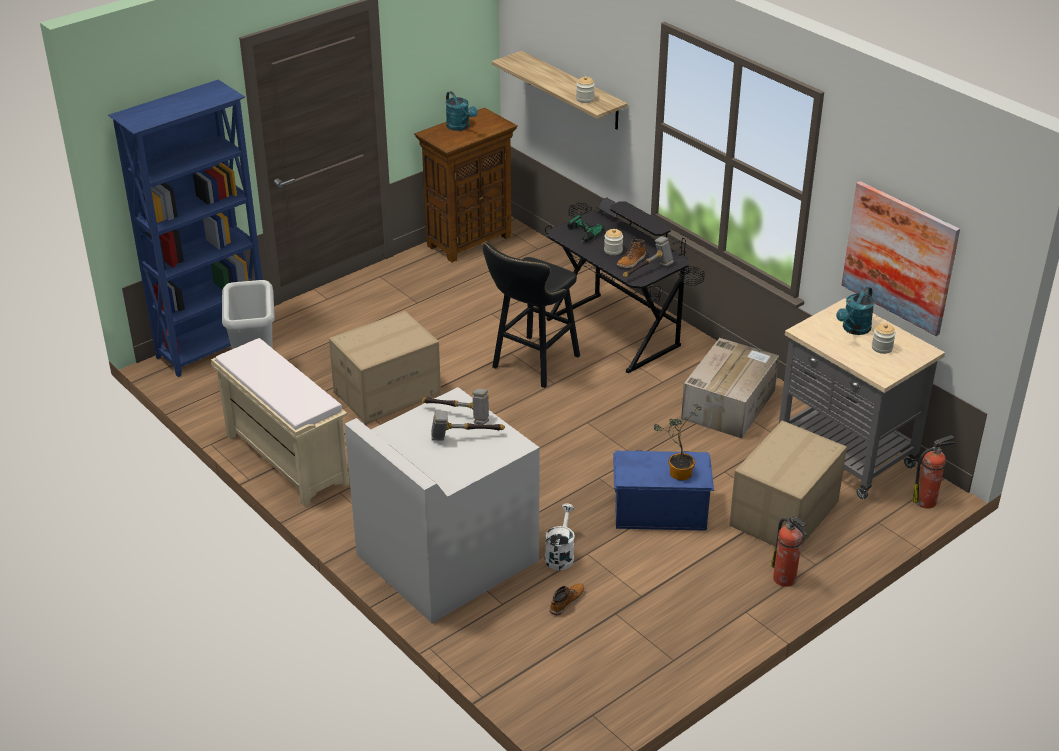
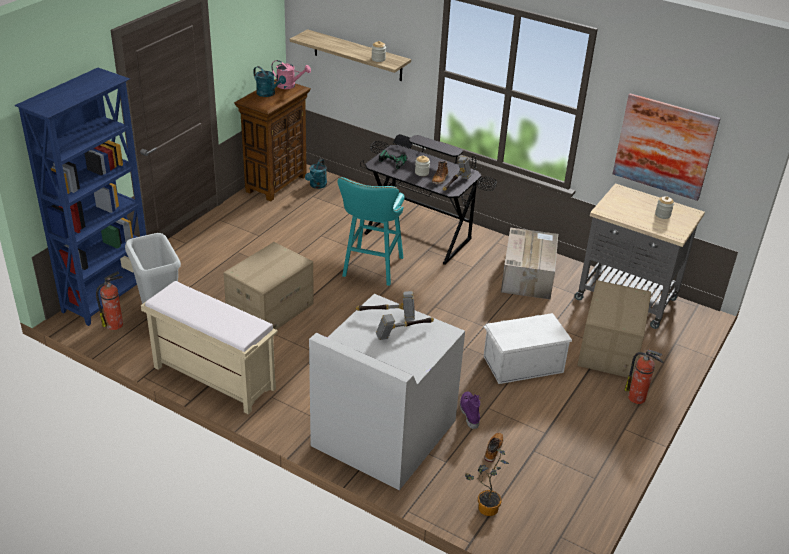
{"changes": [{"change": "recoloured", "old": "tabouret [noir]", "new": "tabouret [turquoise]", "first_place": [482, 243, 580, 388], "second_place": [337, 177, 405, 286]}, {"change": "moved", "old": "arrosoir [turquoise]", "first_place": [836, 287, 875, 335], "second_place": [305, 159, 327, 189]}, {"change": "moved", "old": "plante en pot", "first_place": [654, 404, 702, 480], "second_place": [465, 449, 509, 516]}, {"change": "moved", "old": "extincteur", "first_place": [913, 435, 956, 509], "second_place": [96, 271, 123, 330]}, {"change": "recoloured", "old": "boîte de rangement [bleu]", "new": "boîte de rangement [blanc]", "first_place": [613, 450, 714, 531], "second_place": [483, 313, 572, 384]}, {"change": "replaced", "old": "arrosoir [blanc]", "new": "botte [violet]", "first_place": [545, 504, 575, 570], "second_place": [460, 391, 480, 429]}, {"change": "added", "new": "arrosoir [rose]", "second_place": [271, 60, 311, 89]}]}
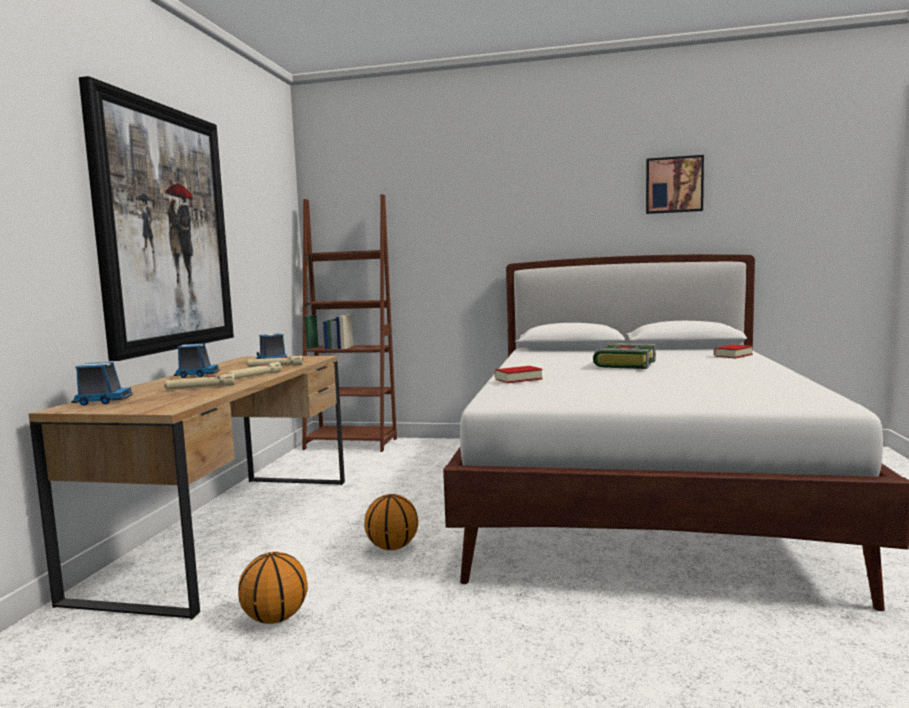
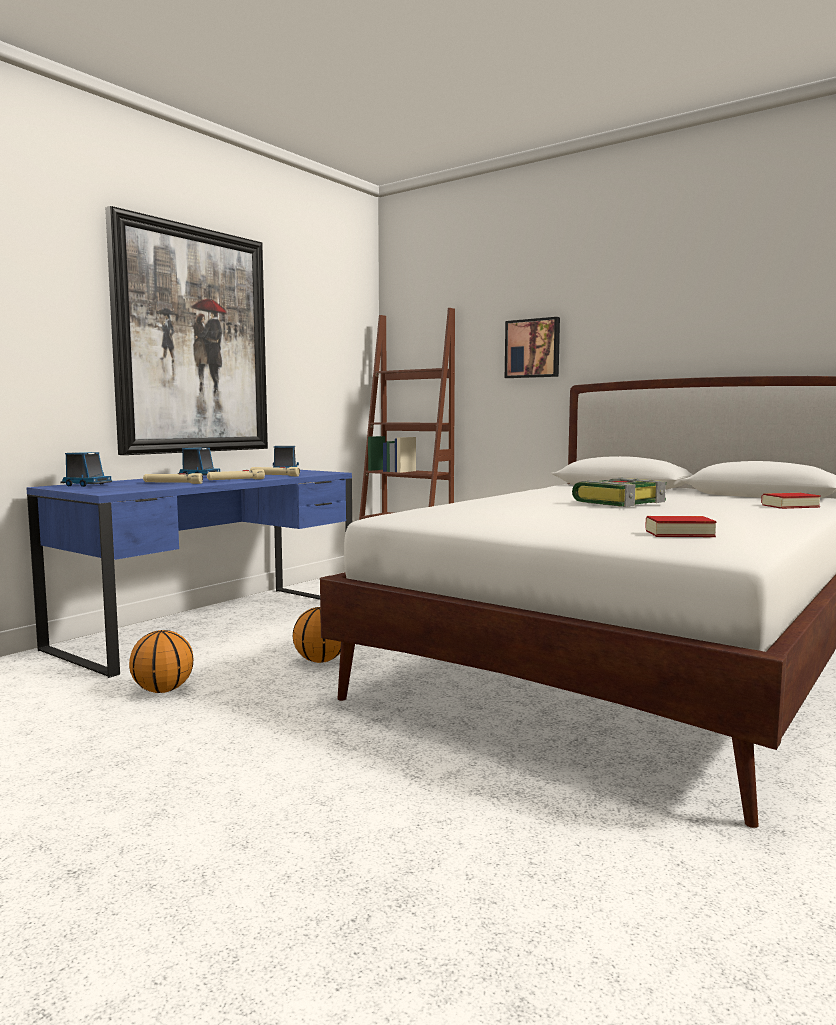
{"changes": [{"change": "moved", "old": "tableau", "first_place": [646, 155, 704, 214], "second_place": [505, 317, 560, 378]}, {"change": "recoloured", "old": "bureau [marron]", "new": "bureau [bleu]", "first_place": [28, 356, 345, 620], "second_place": [26, 470, 352, 678]}, {"change": "moved", "old": "livre", "first_place": [495, 366, 543, 383], "second_place": [645, 516, 717, 537]}]}
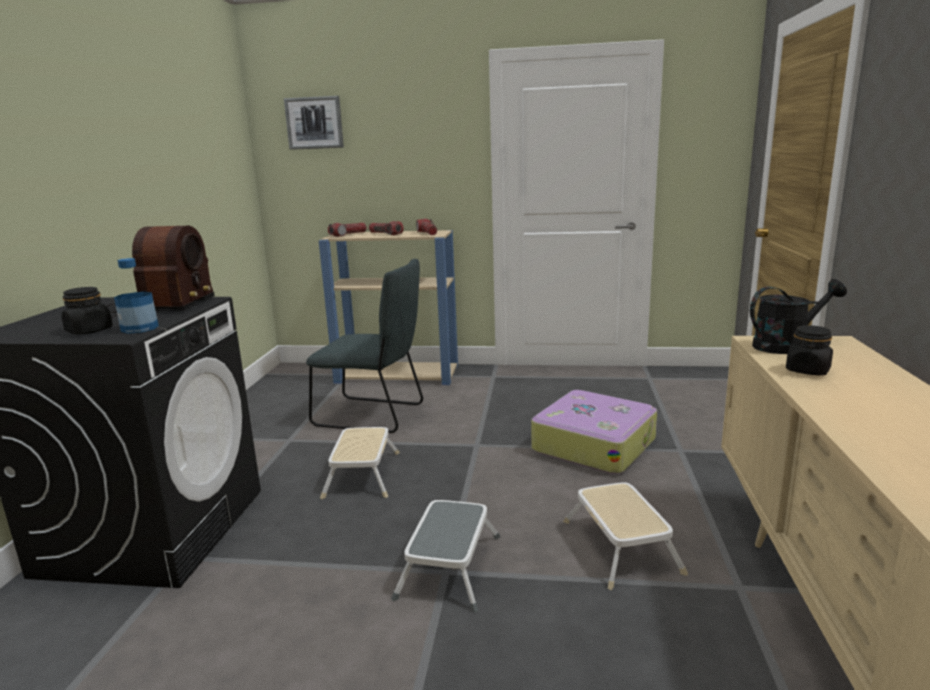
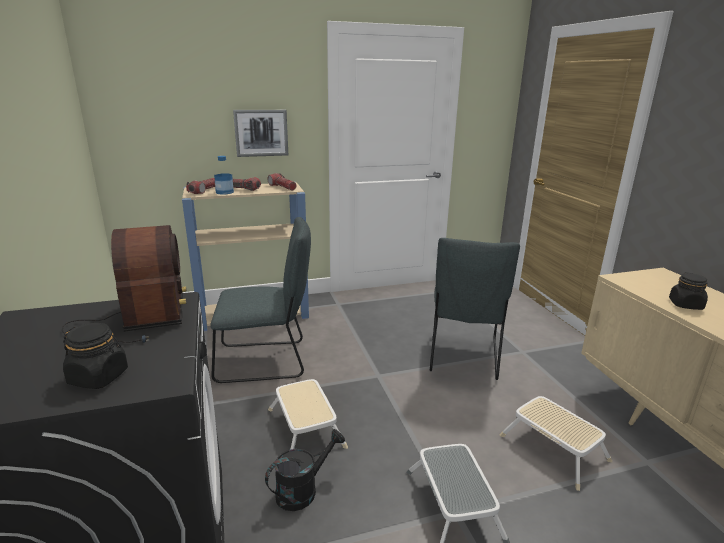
{"changes": [{"change": "moved", "old": "tableau", "first_place": [284, 96, 344, 150], "second_place": [233, 110, 288, 157]}, {"change": "moved", "old": "bouteille", "first_place": [114, 258, 159, 334], "second_place": [214, 156, 234, 195]}, {"change": "moved", "old": "arrosoir [noir]", "first_place": [750, 279, 847, 354], "second_place": [265, 429, 345, 511]}, {"change": "replaced", "old": "valise", "new": "chaise [gris]", "first_place": [531, 390, 657, 474], "second_place": [430, 238, 520, 380]}]}
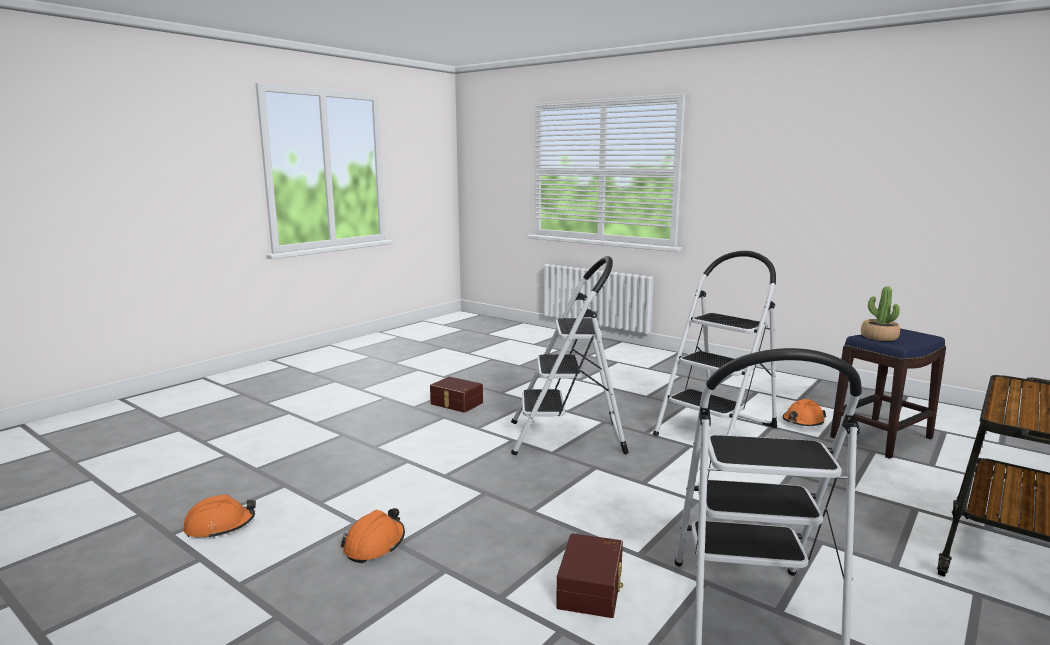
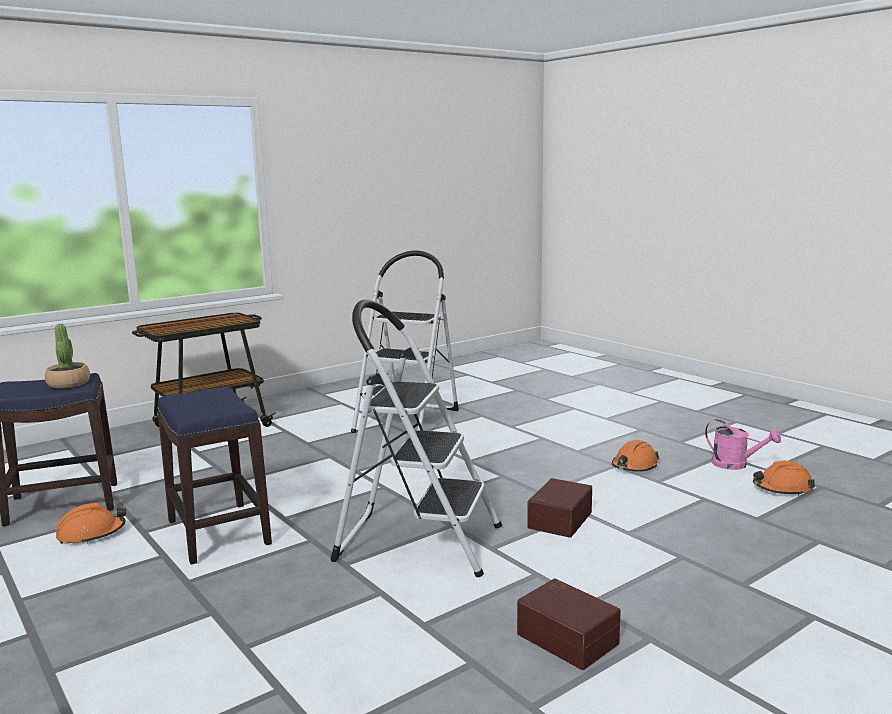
{"changes": [{"change": "replaced", "old": "escabeau", "new": "tabouret", "first_place": [653, 251, 777, 436], "second_place": [157, 387, 272, 565]}, {"change": "moved", "old": "boîte de rangement [marron]", "first_place": [556, 533, 623, 618], "second_place": [527, 478, 592, 538]}, {"change": "added", "new": "arrosoir [rose]", "second_place": [705, 419, 781, 470]}]}
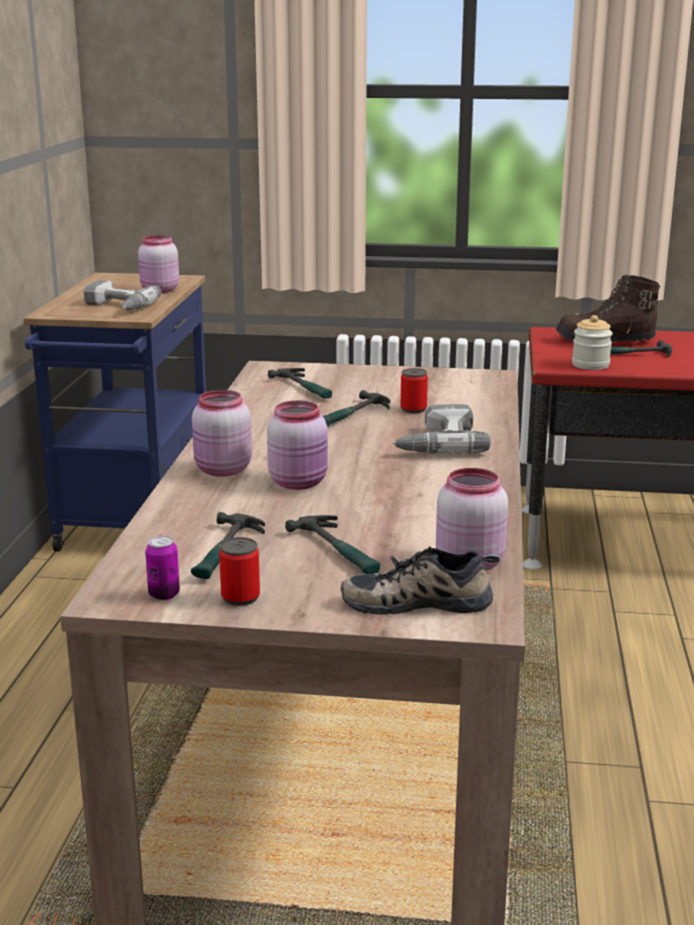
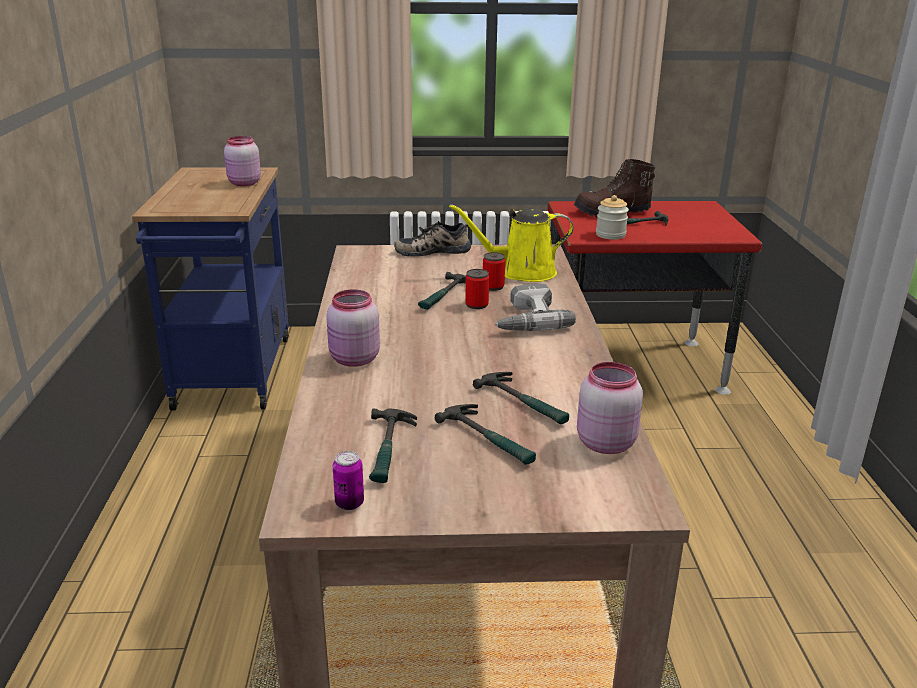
{"changes": [{"change": "removed", "old": "perceuse", "first_place": [83, 280, 161, 310]}, {"change": "moved", "old": "marteau", "first_place": [268, 368, 332, 398], "second_place": [473, 372, 569, 424]}, {"change": "removed", "old": "bocal [rose]", "first_place": [267, 400, 328, 490]}, {"change": "moved", "old": "boîte métallique", "first_place": [219, 537, 260, 606], "second_place": [465, 269, 489, 309]}, {"change": "moved", "old": "chaussure", "first_place": [340, 546, 500, 615], "second_place": [394, 221, 471, 256]}, {"change": "added", "new": "arrosoir [jaune]", "second_place": [449, 204, 574, 282]}]}
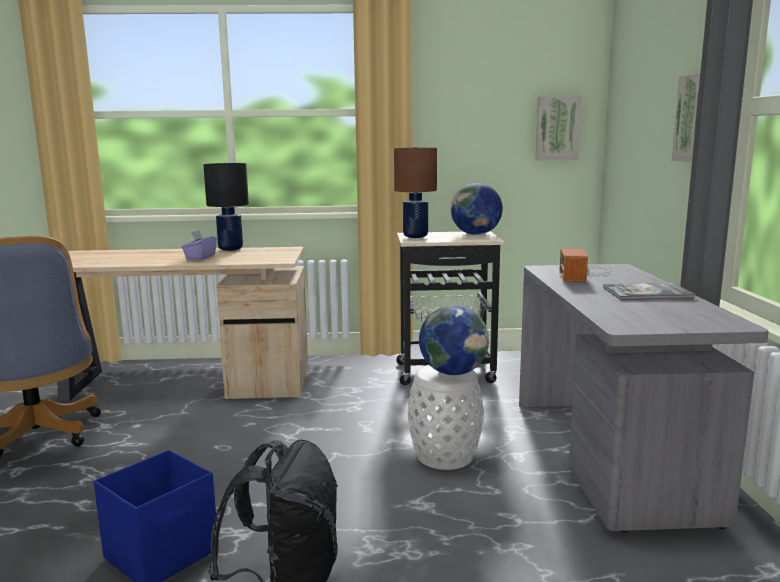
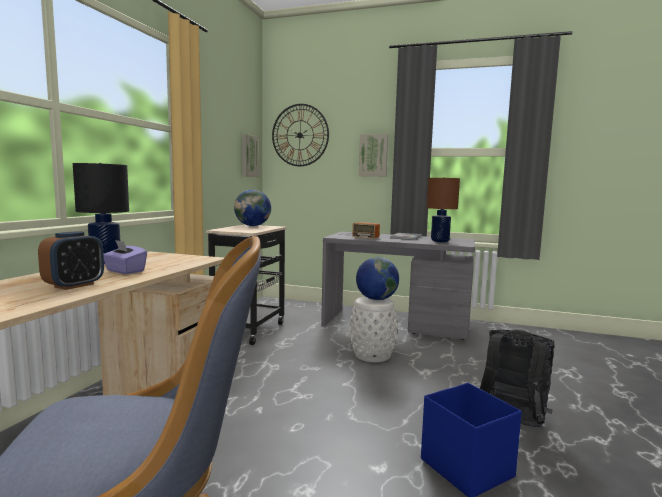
{"changes": [{"change": "moved", "old": "lampe de table [marron]", "first_place": [394, 147, 437, 238], "second_place": [426, 177, 460, 243]}, {"change": "added", "new": "horloge murale", "second_place": [272, 104, 329, 166]}, {"change": "added", "new": "réveil", "second_place": [38, 231, 104, 290]}]}
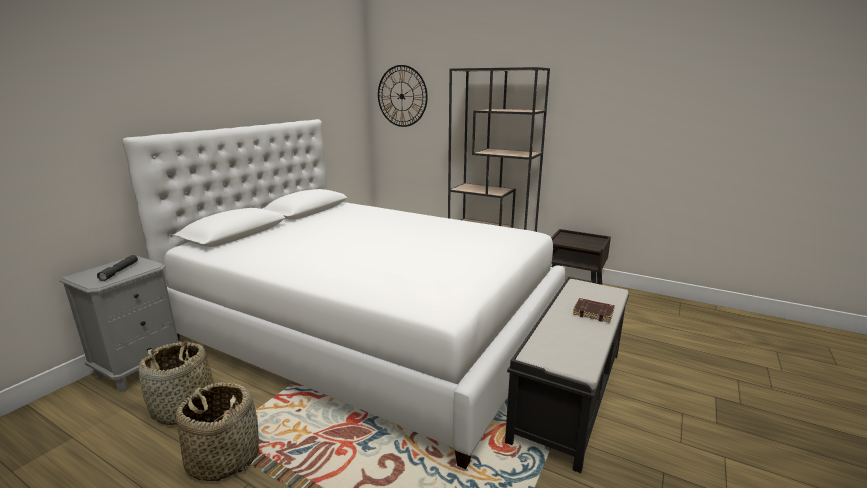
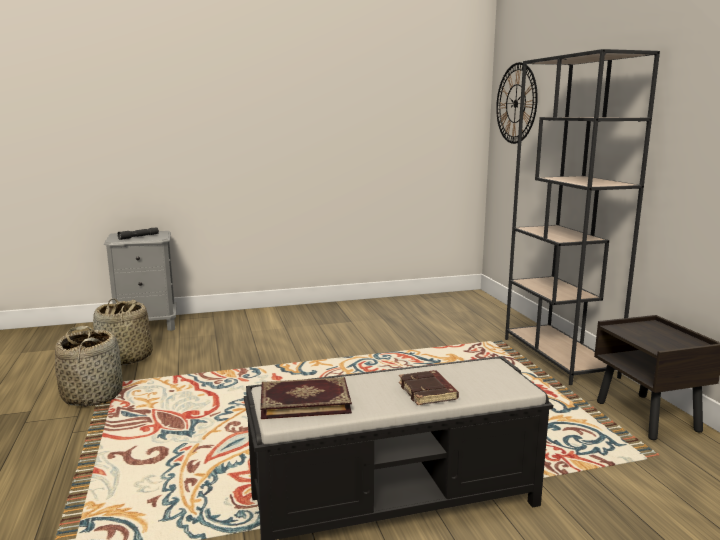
{"changes": [{"change": "removed", "old": "lit [blanc]", "first_place": [122, 119, 565, 469]}, {"change": "added", "new": "livre", "second_place": [260, 377, 352, 419]}]}
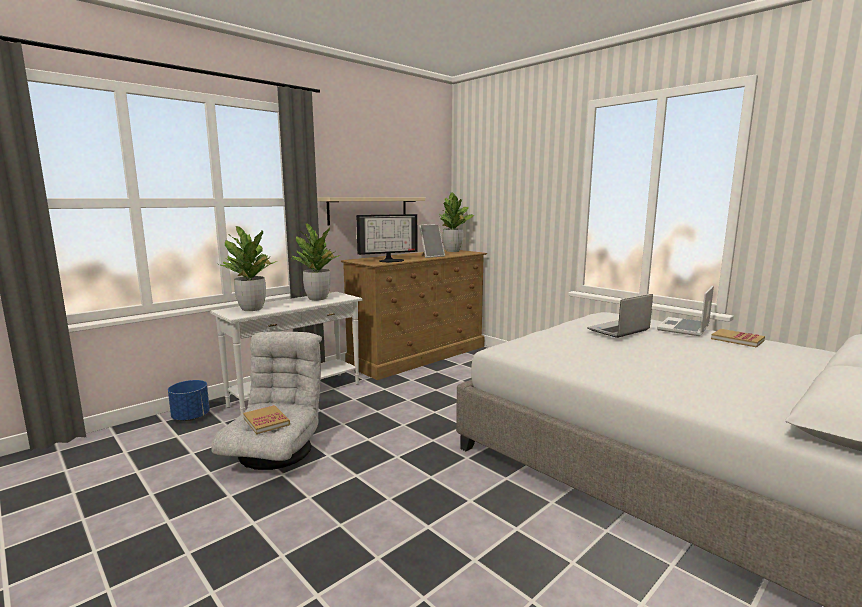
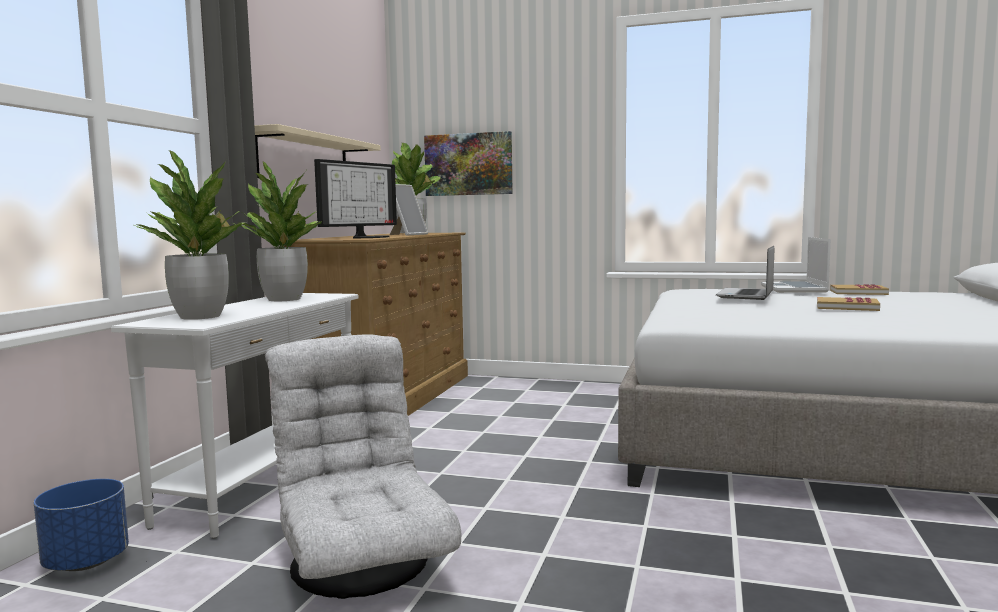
{"changes": [{"change": "moved", "old": "livre", "first_place": [243, 405, 290, 434], "second_place": [817, 297, 880, 311]}, {"change": "added", "new": "tableau", "second_place": [424, 131, 513, 196]}]}
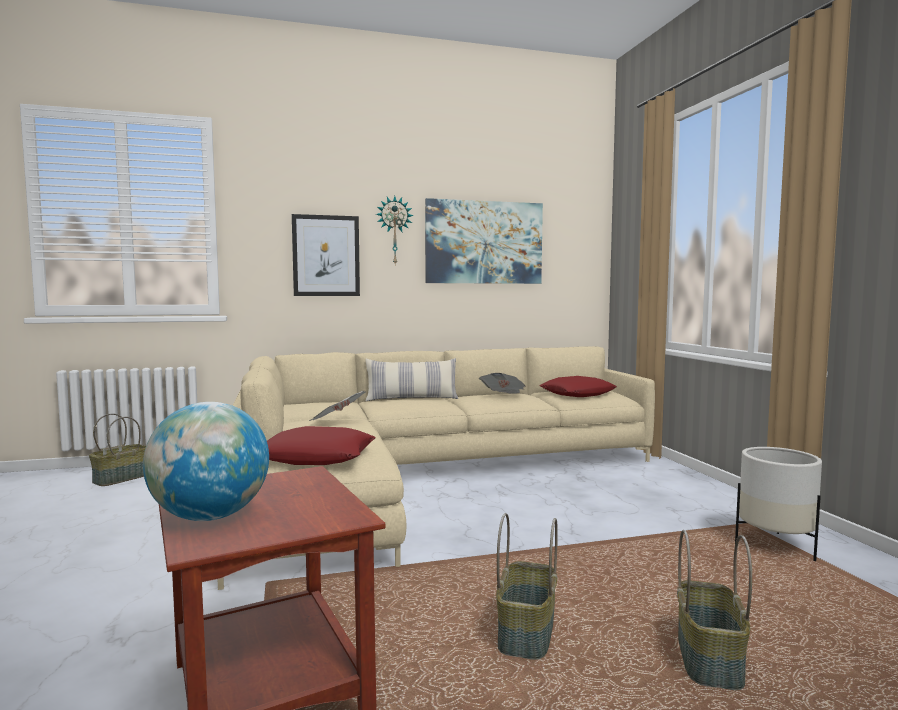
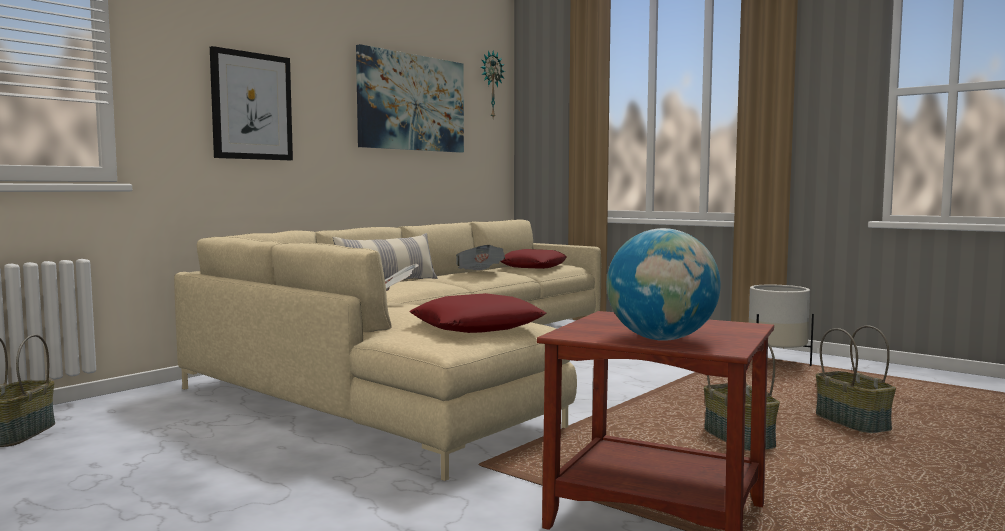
{"changes": [{"change": "moved", "old": "horloge murale", "first_place": [376, 196, 414, 264], "second_place": [481, 50, 505, 118]}]}
